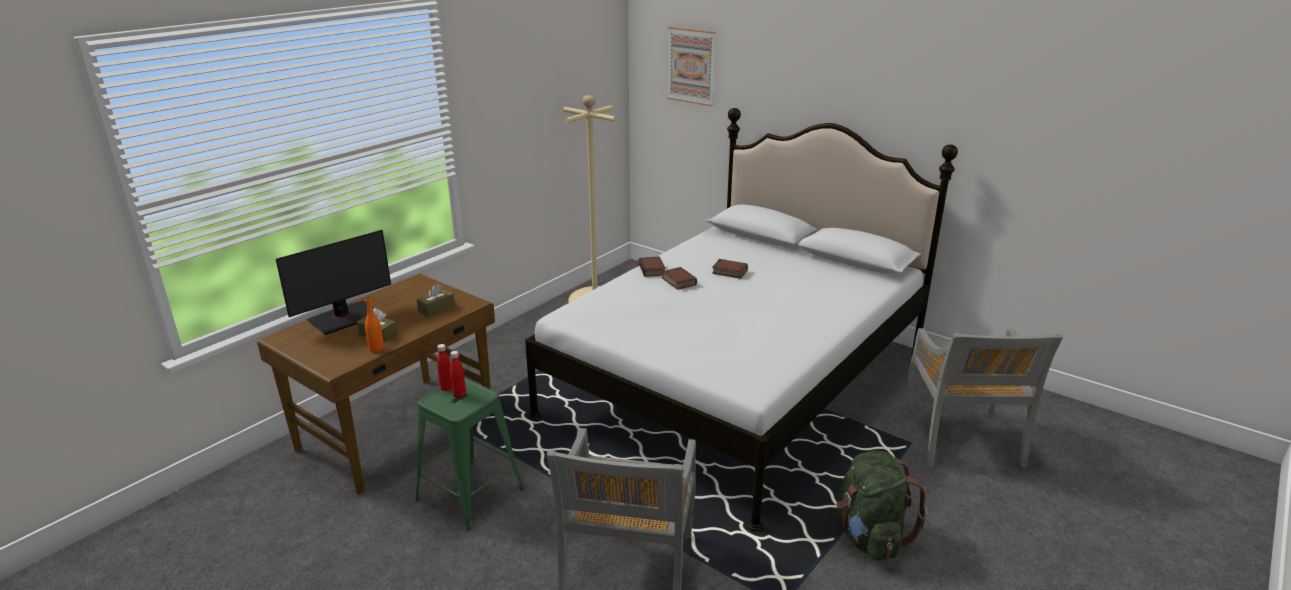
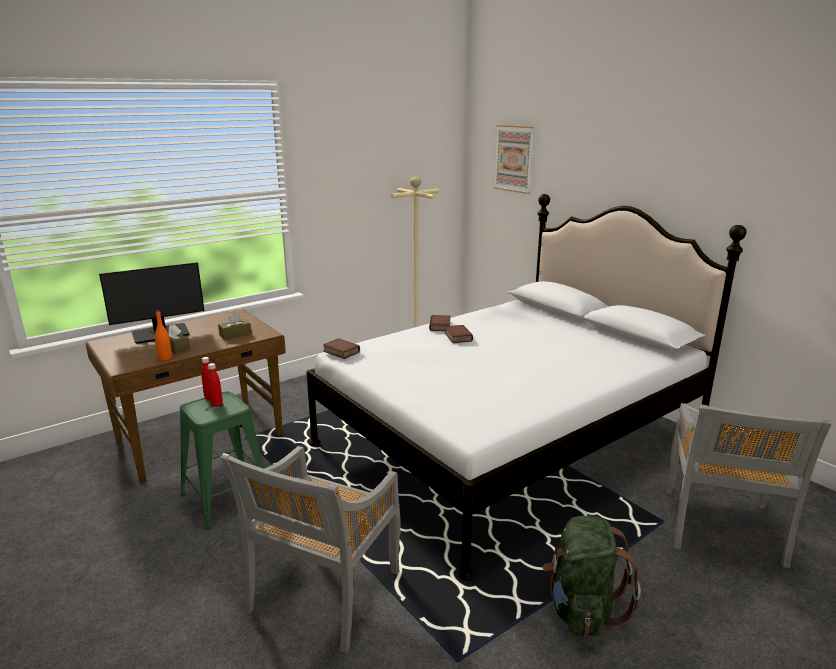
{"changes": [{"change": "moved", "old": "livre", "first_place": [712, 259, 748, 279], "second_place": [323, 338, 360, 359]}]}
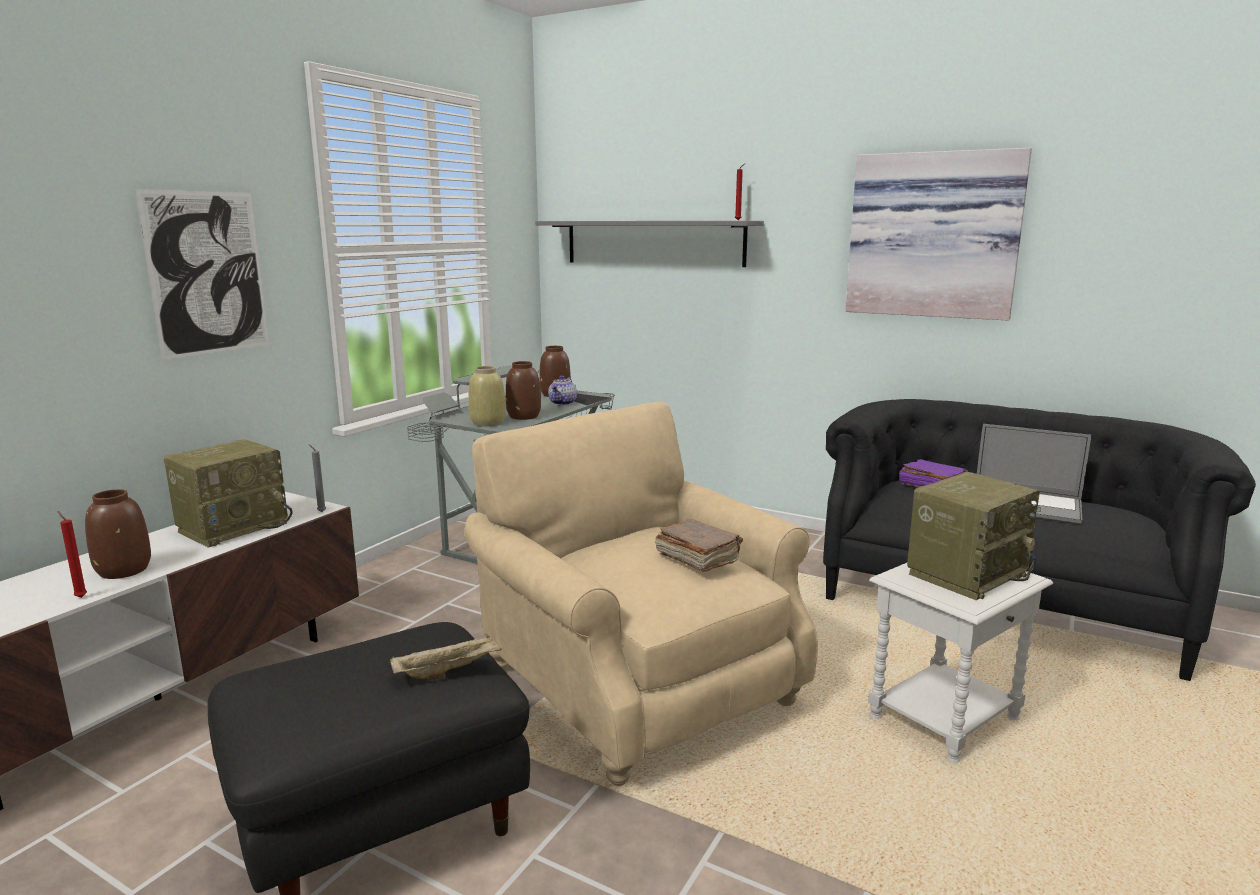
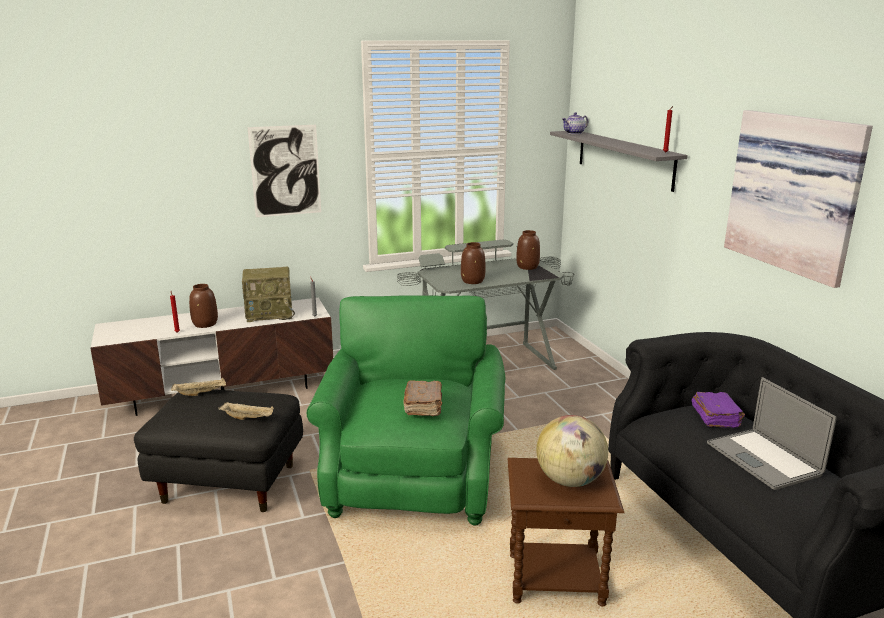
{"changes": [{"change": "removed", "old": "vase [beige]", "first_place": [469, 366, 506, 427]}, {"change": "moved", "old": "théière", "first_place": [548, 376, 577, 405], "second_place": [562, 112, 588, 134]}, {"change": "recoloured", "old": "fauteuil [beige]", "new": "fauteuil [vert]", "first_place": [464, 402, 818, 786], "second_place": [307, 295, 505, 526]}, {"change": "replaced", "old": "radio", "new": "globe", "first_place": [907, 472, 1040, 600], "second_place": [536, 415, 608, 487]}, {"change": "recoloured", "old": "table d'appoint [blanc]", "new": "table d'appoint [marron]", "first_place": [868, 563, 1053, 763], "second_place": [508, 458, 624, 606]}, {"change": "added", "new": "plateau [beige]", "second_place": [171, 378, 226, 396]}]}
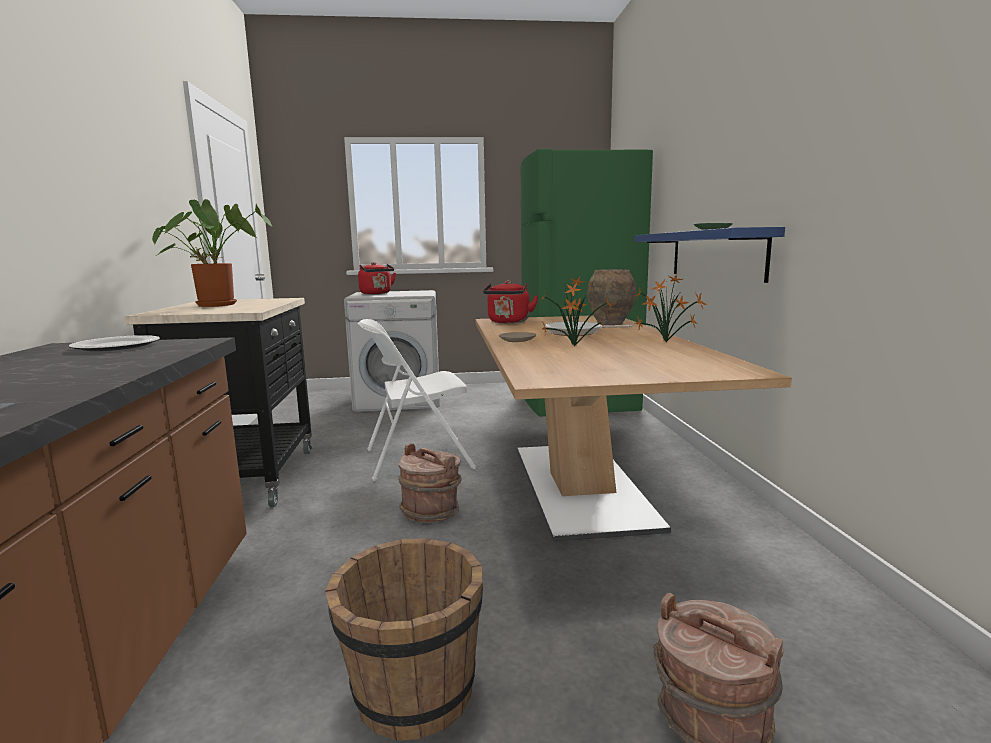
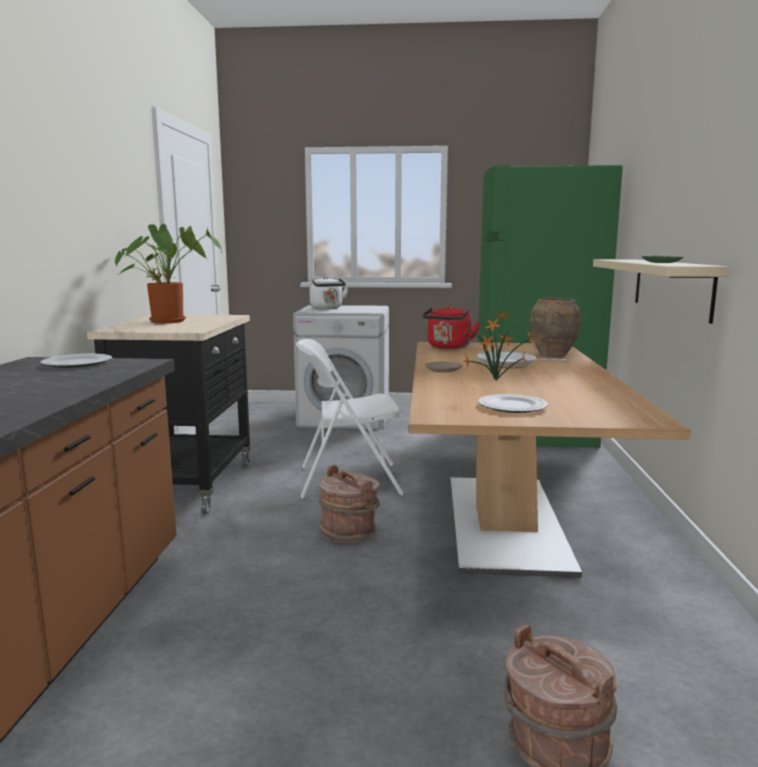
{"changes": [{"change": "recoloured", "old": "étagère [bleu]", "new": "étagère [beige]", "first_place": [635, 227, 785, 283], "second_place": [593, 259, 729, 324]}, {"change": "recoloured", "old": "bouilloire [rouge]", "new": "bouilloire [blanc]", "first_place": [358, 262, 396, 294], "second_place": [310, 276, 348, 309]}, {"change": "removed", "old": "plante en pot", "first_place": [635, 274, 707, 343]}, {"change": "removed", "old": "seau [marron]", "first_place": [325, 538, 483, 741]}, {"change": "added", "new": "assiette", "second_place": [478, 394, 548, 413]}]}
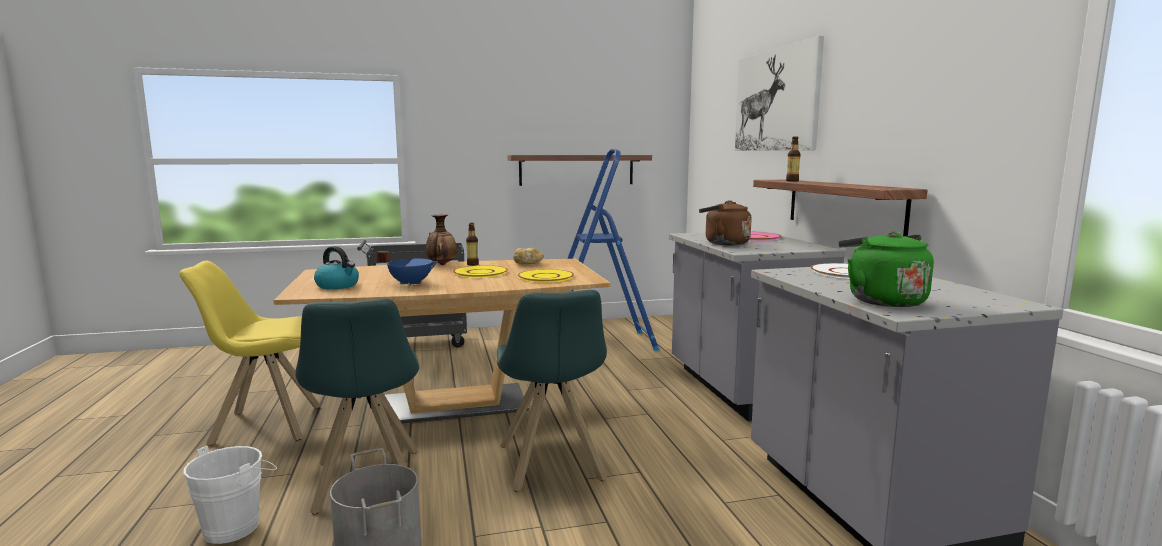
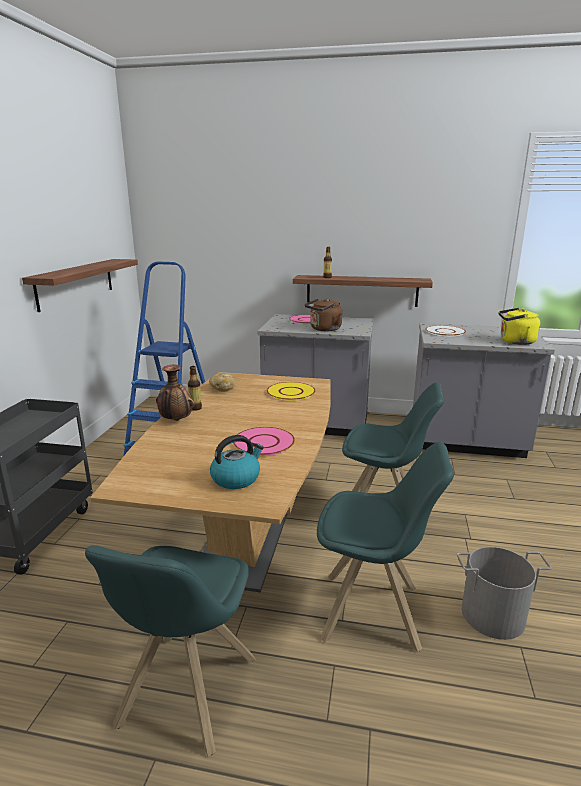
{"changes": [{"change": "removed", "old": "tableau", "first_place": [735, 36, 824, 151]}, {"change": "recoloured", "old": "bouilloire [vert]", "new": "bouilloire [jaune]", "first_place": [838, 231, 934, 307], "second_place": [498, 308, 540, 345]}, {"change": "replaced", "old": "marmite [bleu]", "new": "assiette [rose]", "first_place": [376, 251, 438, 286], "second_place": [233, 427, 295, 456]}, {"change": "recoloured", "old": "chaise [jaune]", "new": "chaise [turquoise]", "first_place": [179, 261, 321, 446], "second_place": [85, 545, 255, 756]}, {"change": "removed", "old": "assiette [jaune]", "first_place": [453, 265, 508, 278]}, {"change": "removed", "old": "seau [blanc]", "first_place": [183, 446, 277, 544]}]}
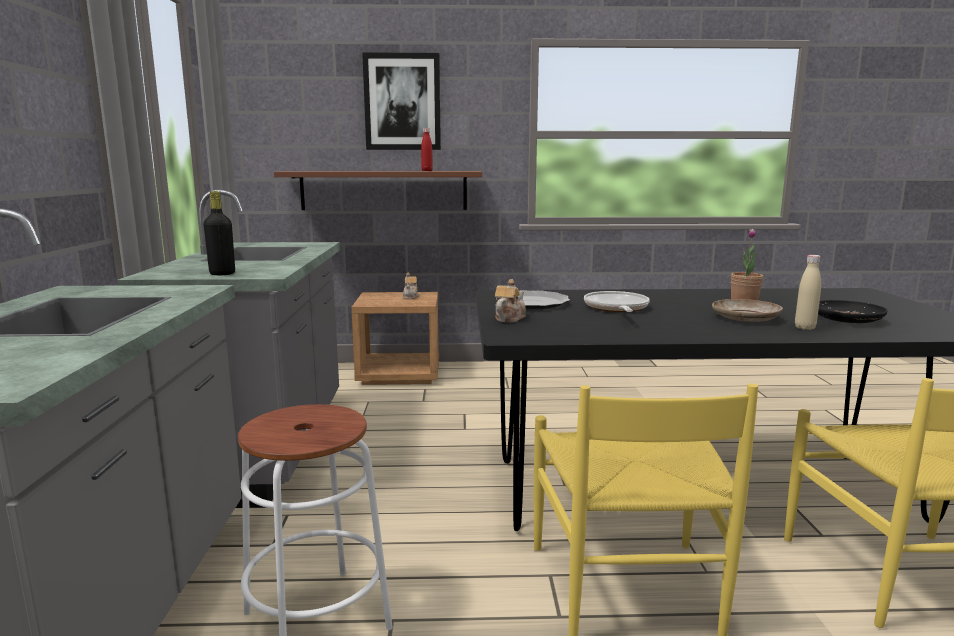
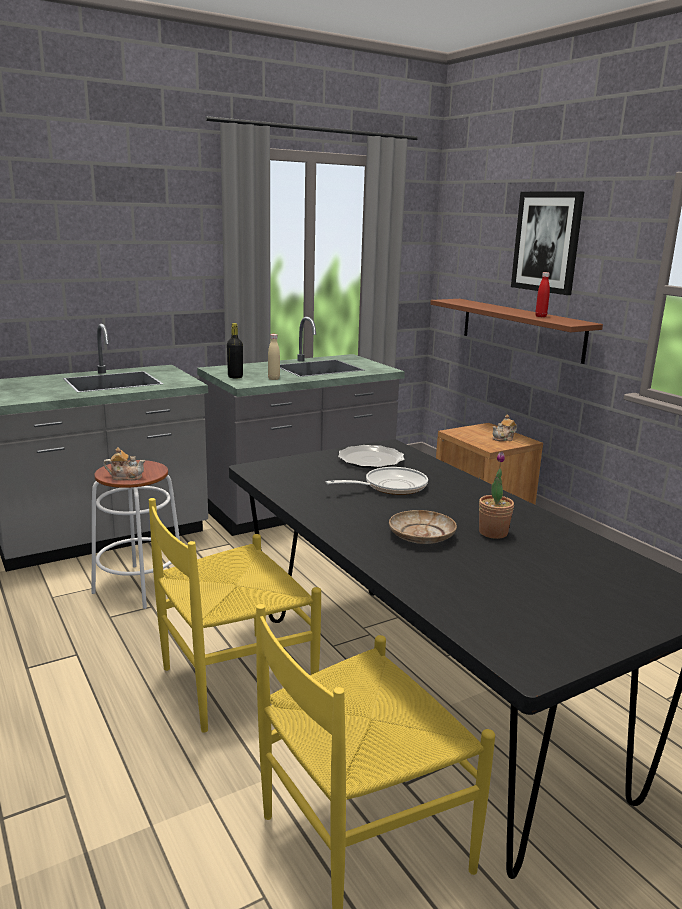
{"changes": [{"change": "moved", "old": "bouteille [beige]", "first_place": [795, 255, 821, 330], "second_place": [268, 334, 280, 380]}, {"change": "moved", "old": "théière", "first_place": [495, 279, 526, 323], "second_place": [103, 447, 145, 480]}, {"change": "removed", "old": "assiette [noir]", "first_place": [818, 300, 887, 323]}]}
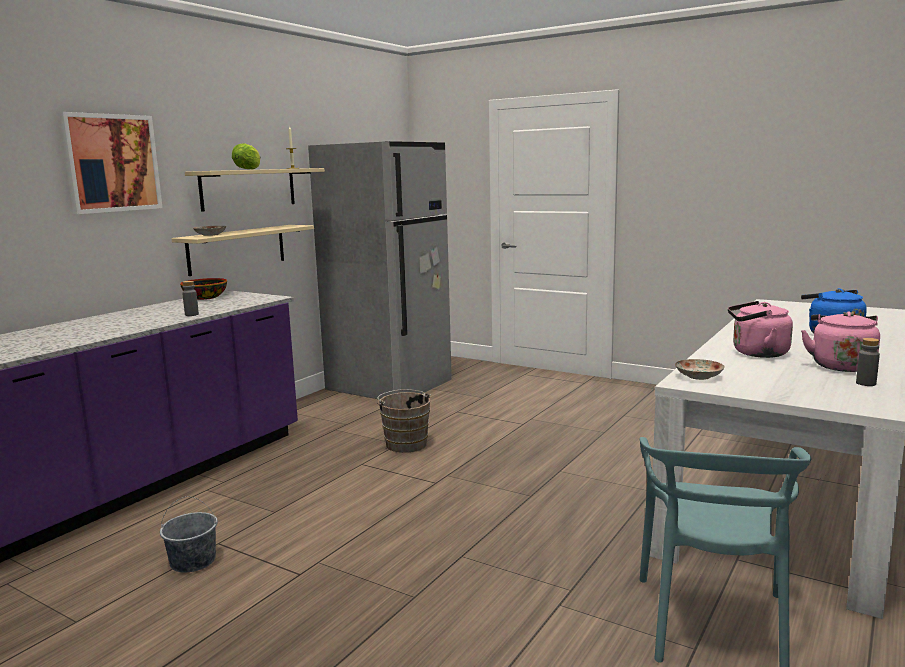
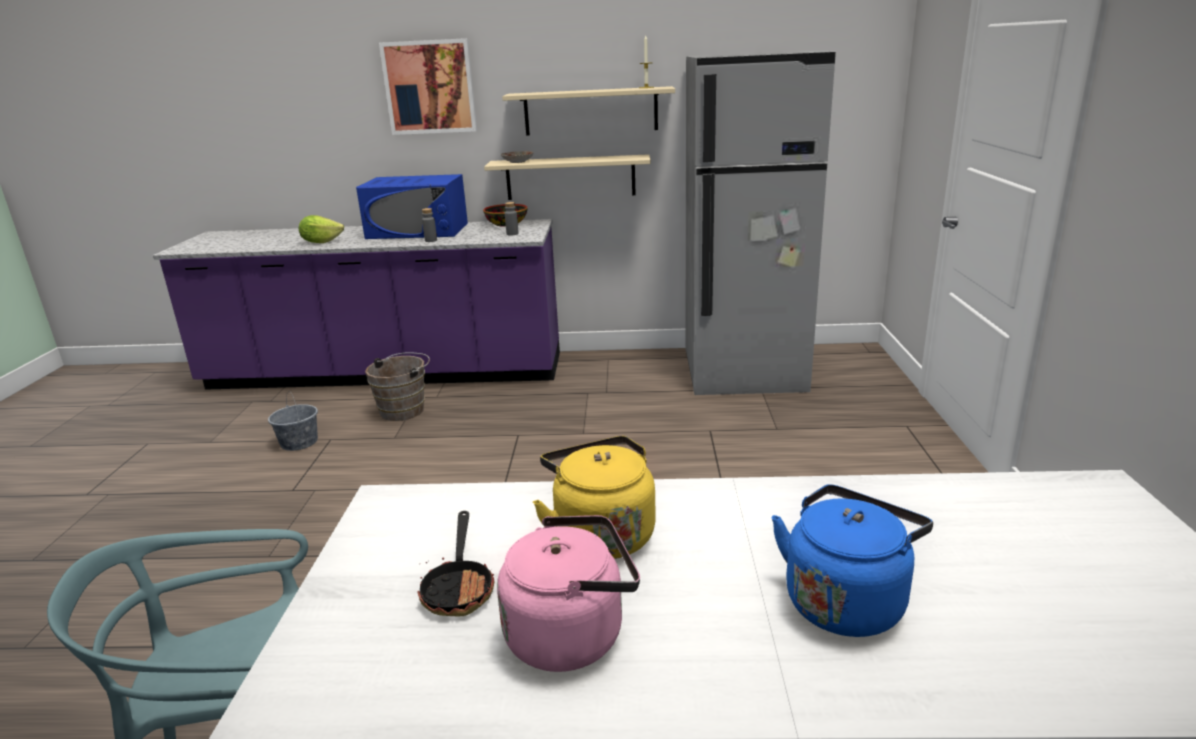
{"changes": [{"change": "moved", "old": "laitue", "first_place": [232, 143, 261, 169], "second_place": [299, 215, 344, 243]}, {"change": "recoloured", "old": "bouilloire [rose]", "new": "bouilloire [jaune]", "first_place": [728, 301, 793, 358], "second_place": [533, 436, 656, 559]}, {"change": "moved", "old": "bouteille [gris]", "first_place": [856, 338, 880, 386], "second_place": [505, 202, 519, 236]}, {"change": "removed", "old": "assiette", "first_place": [675, 359, 725, 380]}, {"change": "moved", "old": "seau [marron]", "first_place": [377, 389, 431, 453], "second_place": [365, 352, 430, 421]}, {"change": "added", "new": "micro-ondes [bleu]", "second_place": [356, 174, 468, 239]}, {"change": "added", "new": "poêle", "second_place": [417, 511, 495, 617]}]}
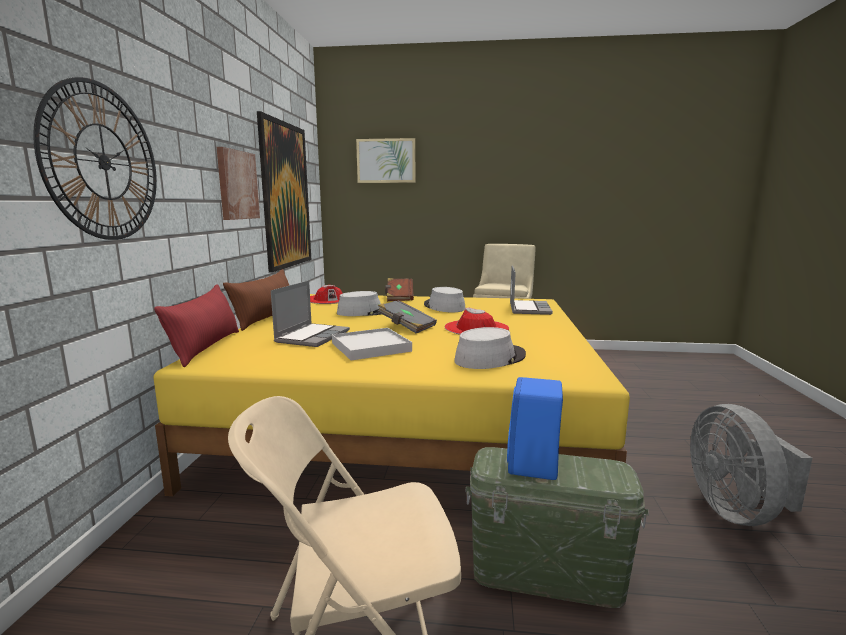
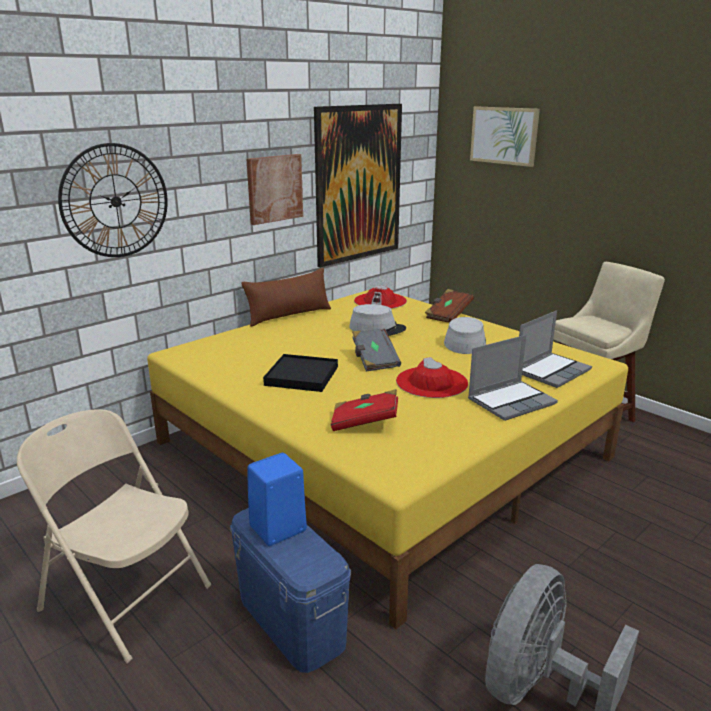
{"changes": [{"change": "moved", "old": "ordinateur portable", "first_place": [271, 281, 350, 347], "second_place": [468, 335, 558, 421]}, {"change": "removed", "old": "coussin [rouge]", "first_place": [154, 284, 239, 367]}, {"change": "replaced", "old": "chapeau [gris]", "new": "livre [rouge]", "first_place": [454, 327, 526, 369], "second_place": [331, 389, 398, 431]}, {"change": "recoloured", "old": "plateau [blanc]", "new": "plateau [noir]", "first_place": [332, 328, 412, 361], "second_place": [263, 354, 338, 392]}, {"change": "recoloured", "old": "boîte de rangement [vert]", "new": "boîte de rangement [bleu]", "first_place": [466, 447, 649, 608], "second_place": [230, 508, 351, 673]}]}
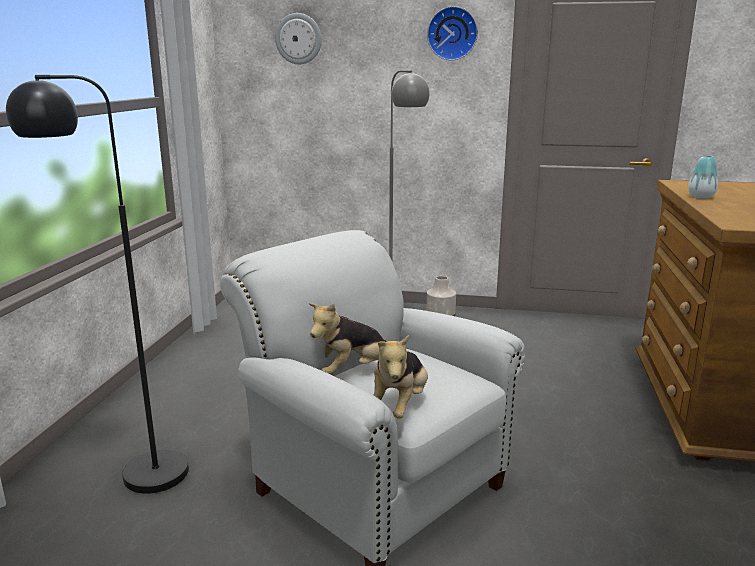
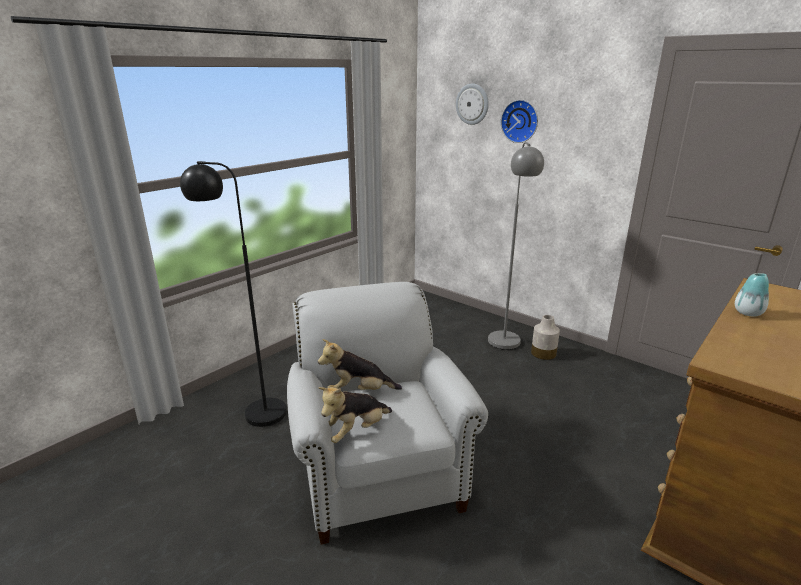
{"changes": [{"change": "moved", "old": "horloge murale", "first_place": [427, 6, 478, 60], "second_place": [501, 100, 538, 143]}]}
